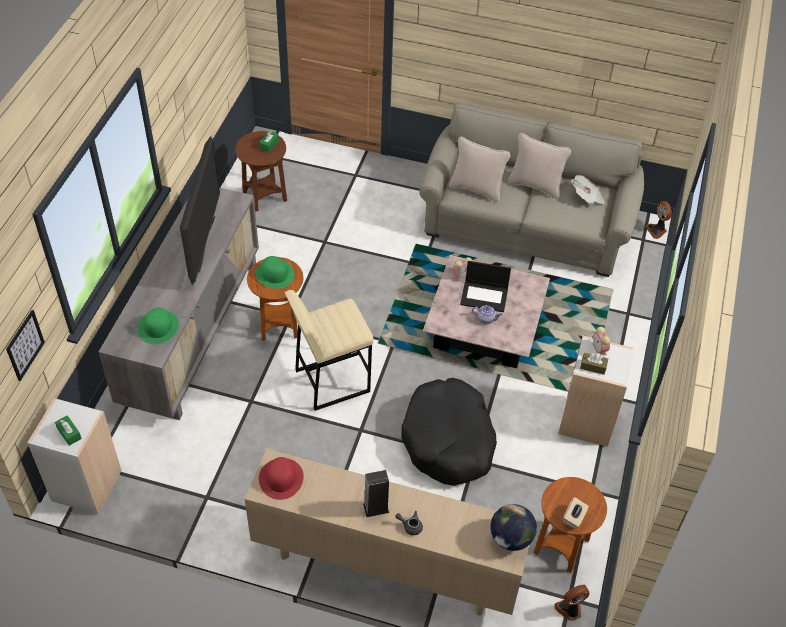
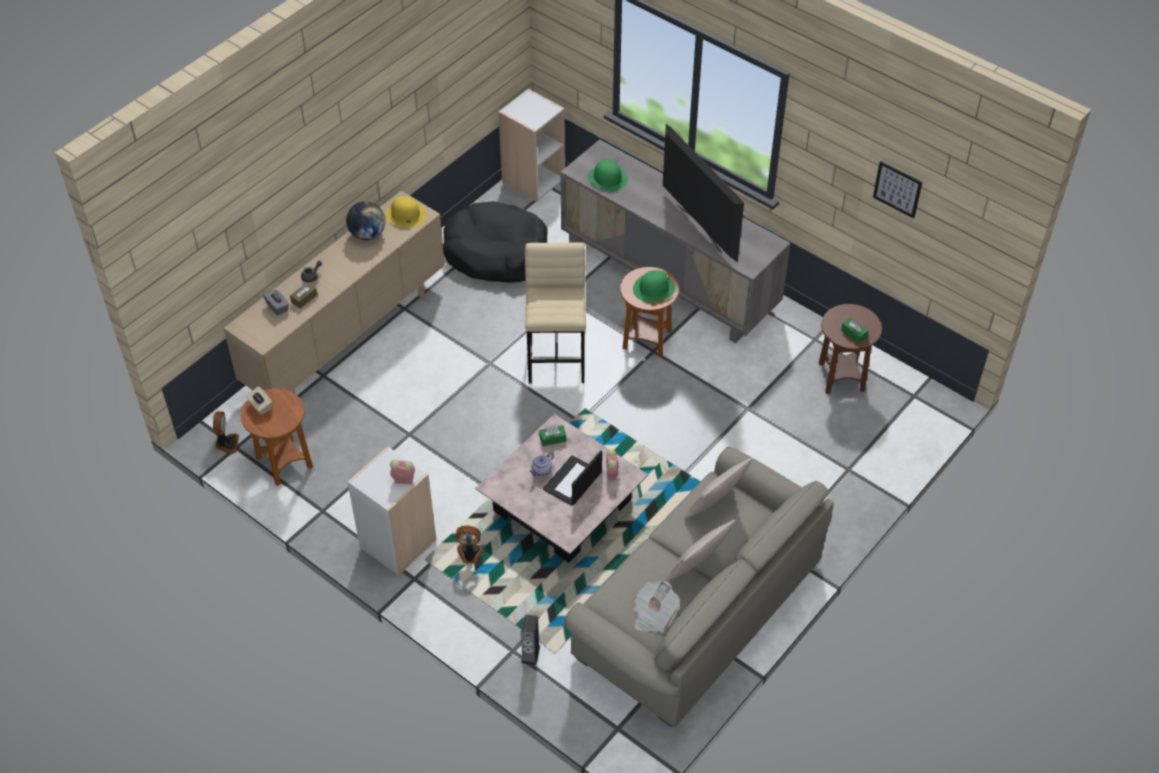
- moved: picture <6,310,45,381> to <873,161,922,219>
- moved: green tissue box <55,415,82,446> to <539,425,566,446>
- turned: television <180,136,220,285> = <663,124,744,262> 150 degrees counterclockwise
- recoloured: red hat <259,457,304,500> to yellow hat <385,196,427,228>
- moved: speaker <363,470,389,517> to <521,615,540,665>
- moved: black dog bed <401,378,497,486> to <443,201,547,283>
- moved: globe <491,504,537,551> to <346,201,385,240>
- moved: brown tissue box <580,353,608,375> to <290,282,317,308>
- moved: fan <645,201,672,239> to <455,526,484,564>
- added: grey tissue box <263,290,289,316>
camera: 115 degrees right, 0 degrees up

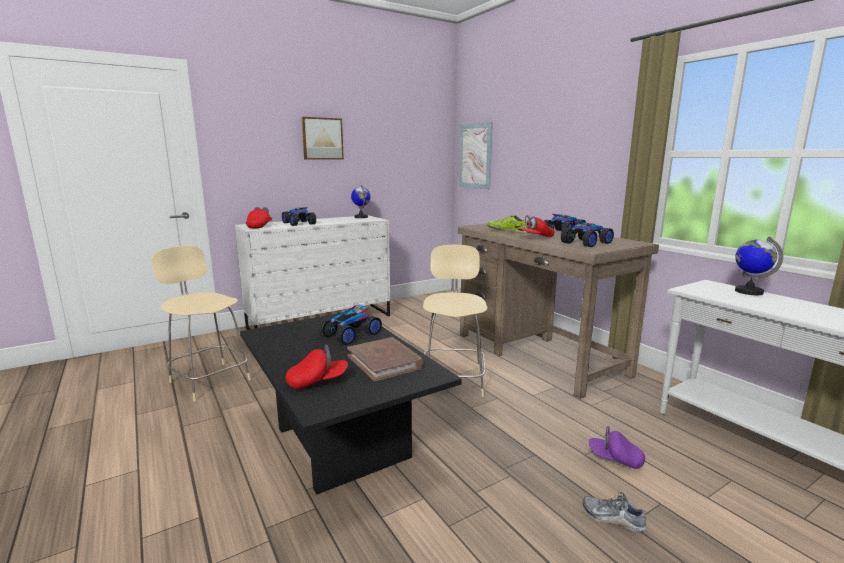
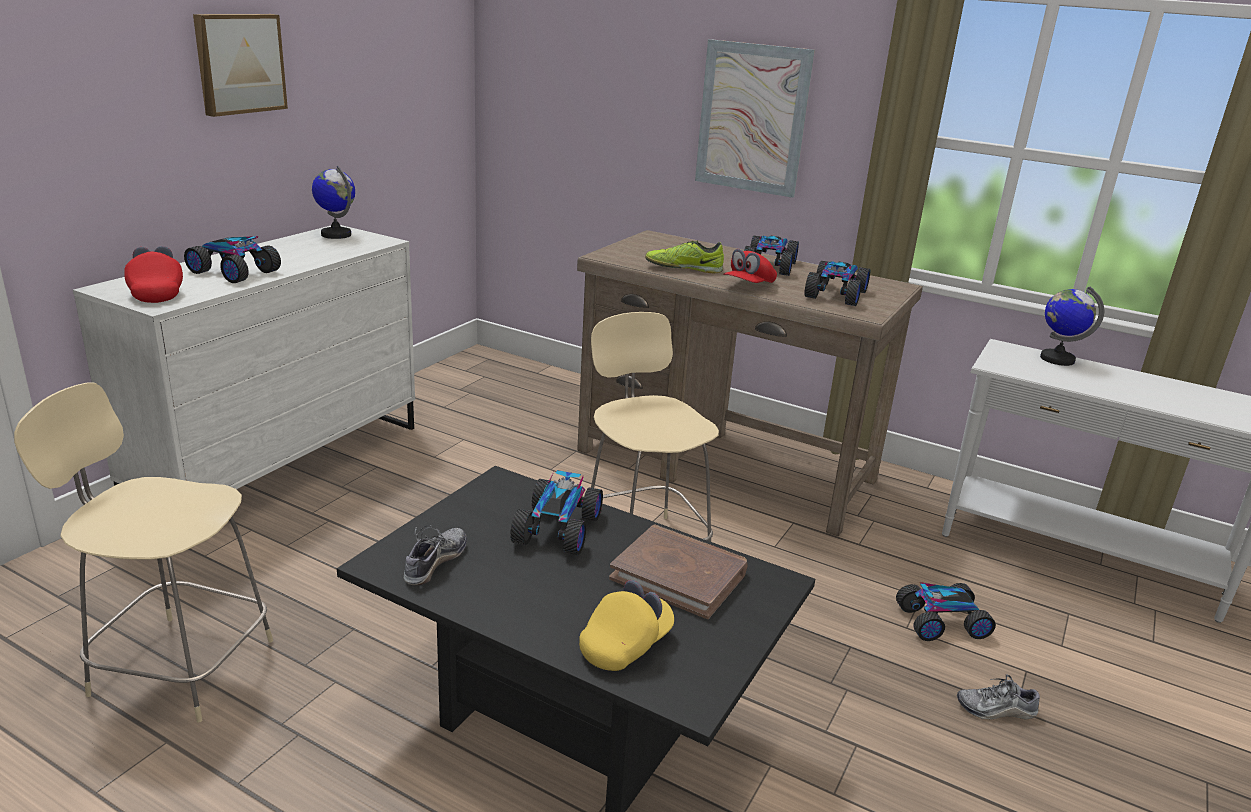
- recoloured: red cap <286,345,348,389> to yellow cap <579,580,674,671>
- moved: picture <459,122,493,190> to <695,39,815,198>
- replaced: purple cap <589,426,645,469> to toy car <896,582,996,641>
- added: shoe <404,525,467,586>
camera: 30 degrees left, 10 degrees up

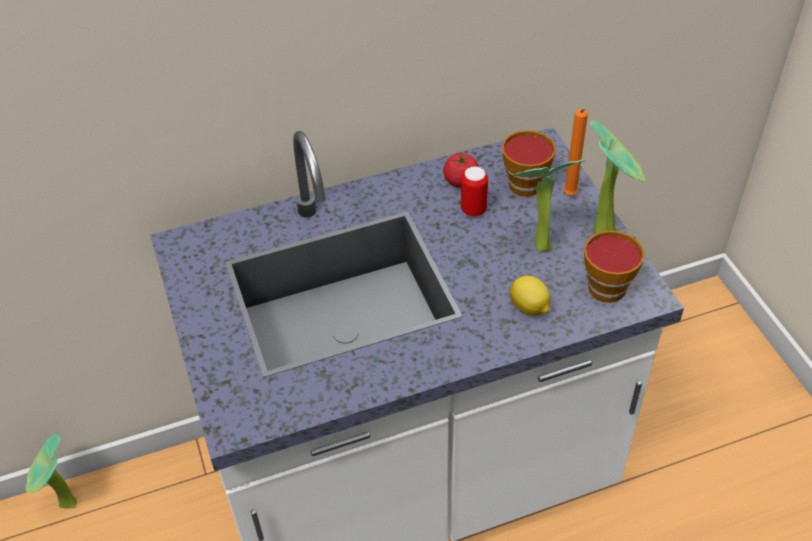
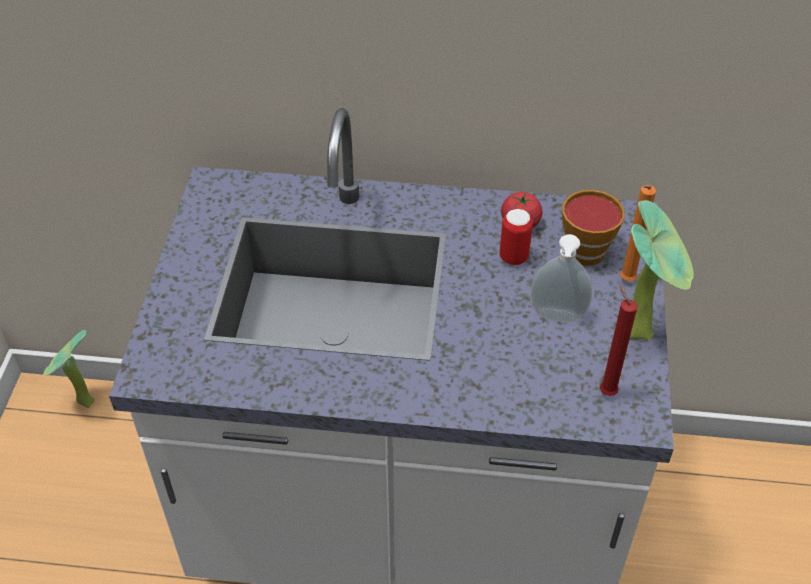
- removed: lemon <510,276,551,316>
- replaced: potted plant <512,159,586,252> to soap dispenser <531,234,592,322>
- replaced: cup <584,230,645,303> to red candle <600,284,637,396>
camera: 25 degrees right, 0 degrees up

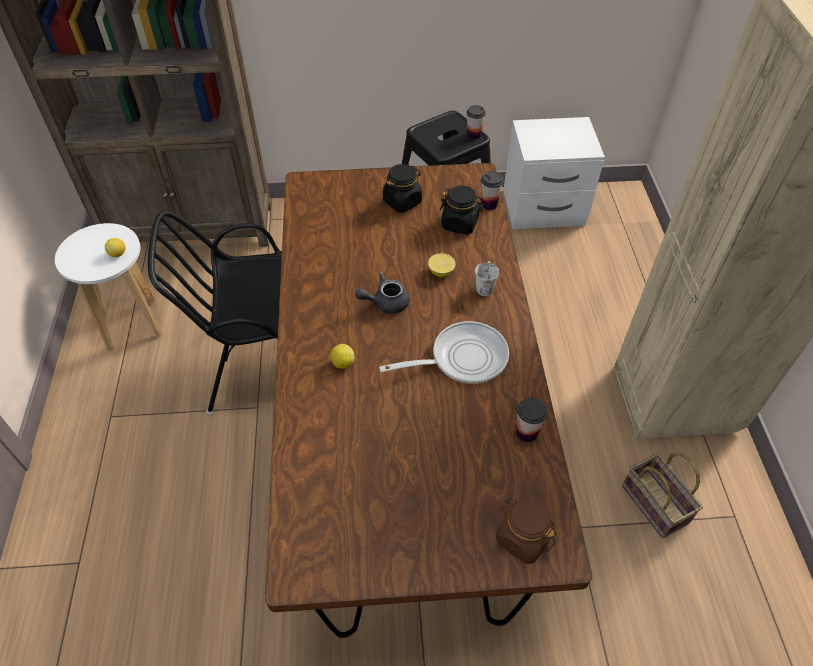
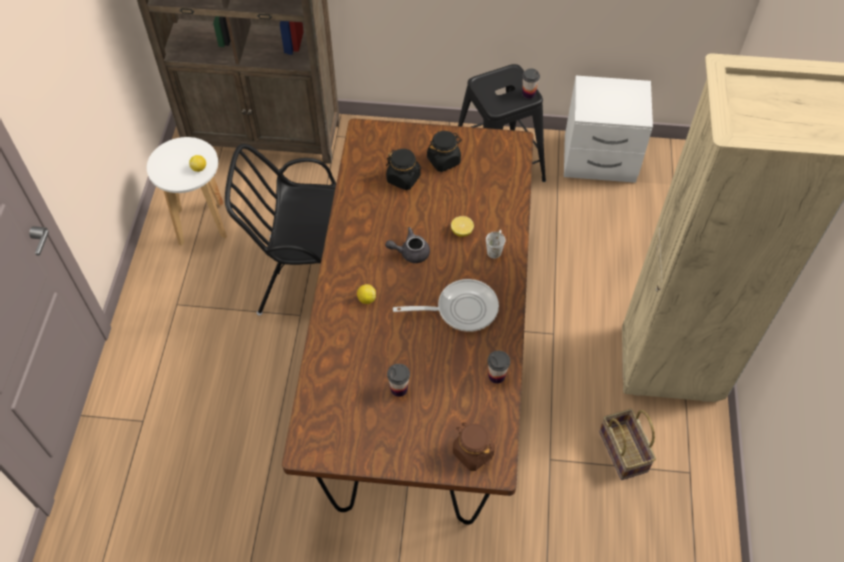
- moved: black jar <440,186,484,235> to <386,149,421,190>
- moved: cup <481,171,504,210> to <387,364,410,397>
camera: 10 degrees right, 5 degrees up

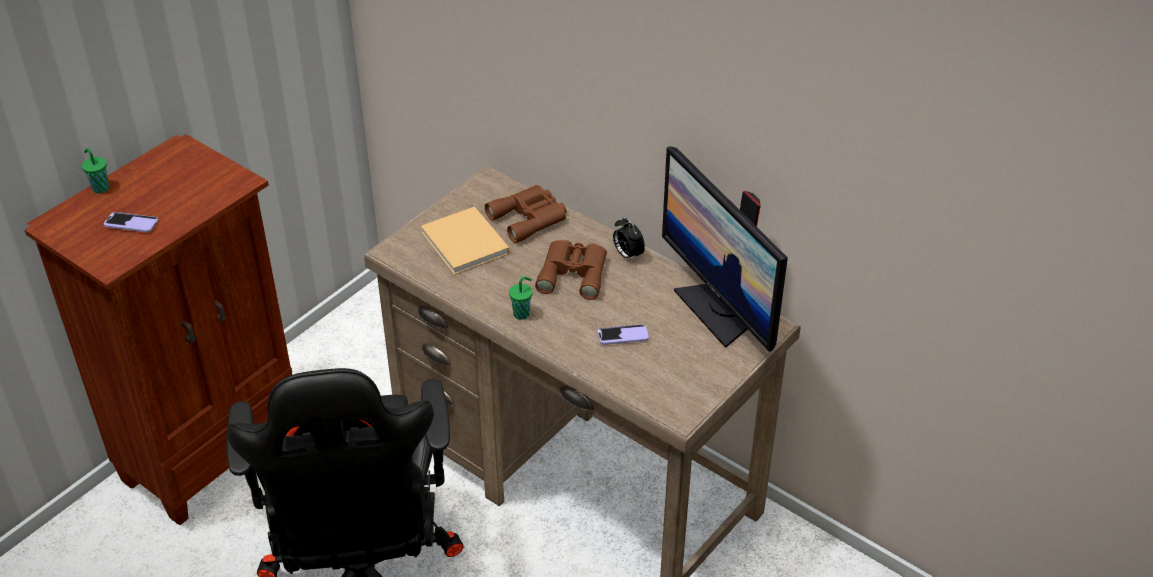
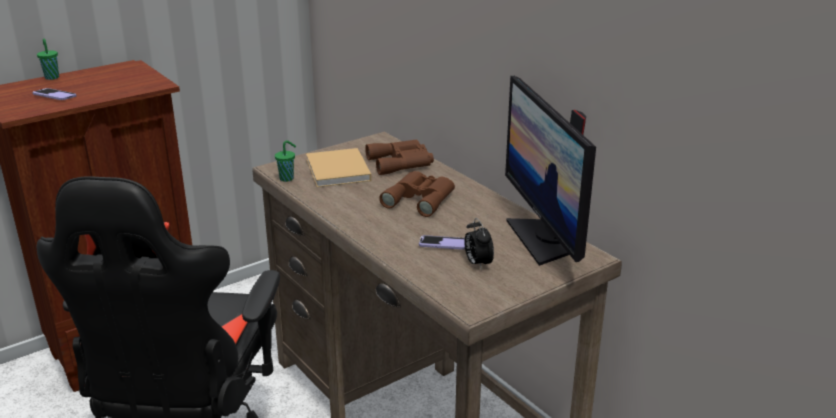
- moved: green cup <509,276,533,320> to <275,141,296,182>
- moved: alarm clock <613,217,645,262> to <464,218,494,271>
camera: 15 degrees right, 15 degrees down

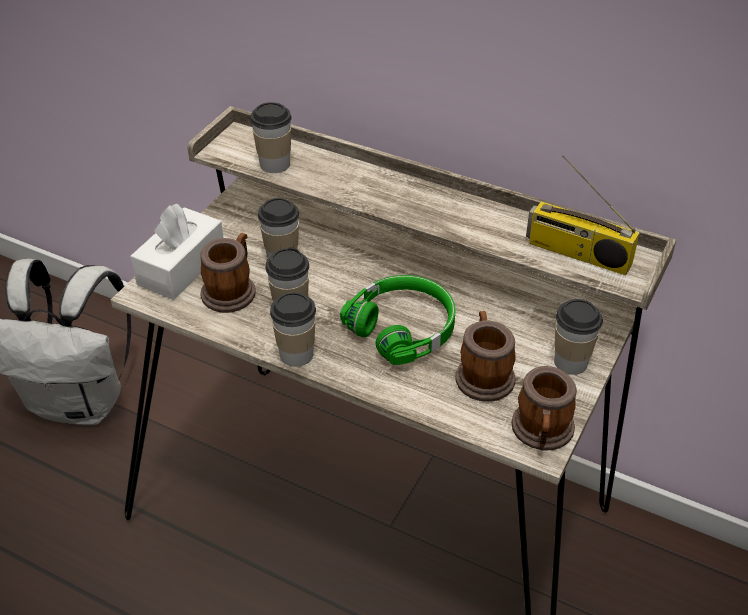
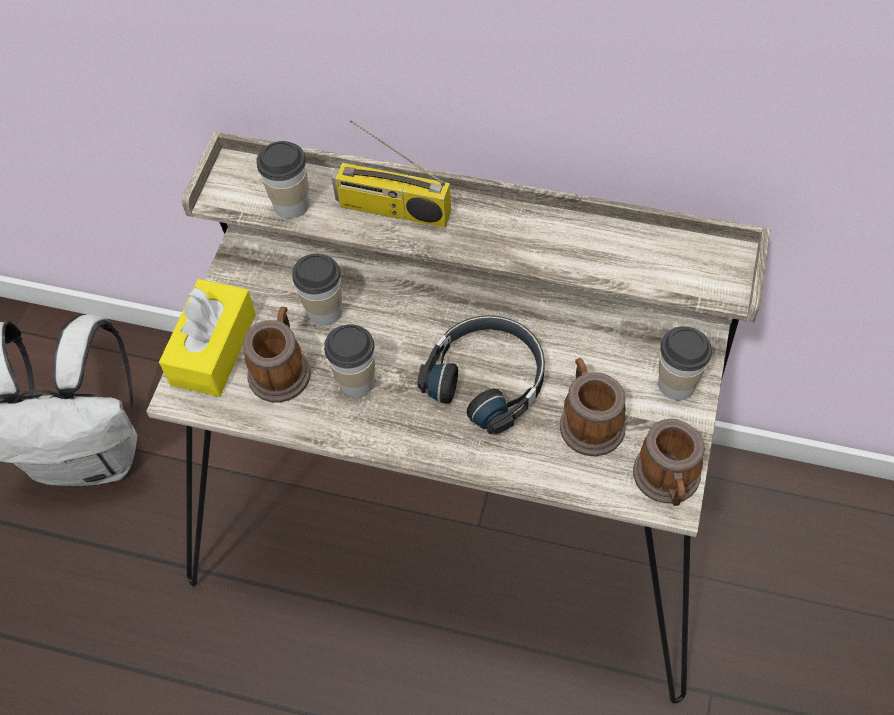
- recoloured: white tissue box <130,204,224,300> to yellow tissue box <159,279,256,397>
- removed: cup <270,292,316,367>
- recoloured: green headphones <340,275,455,365> to black headphones <418,315,545,435>
- moved: radio <526,155,639,275> to <332,120,451,228>
camera: 10 degrees left, 15 degrees up

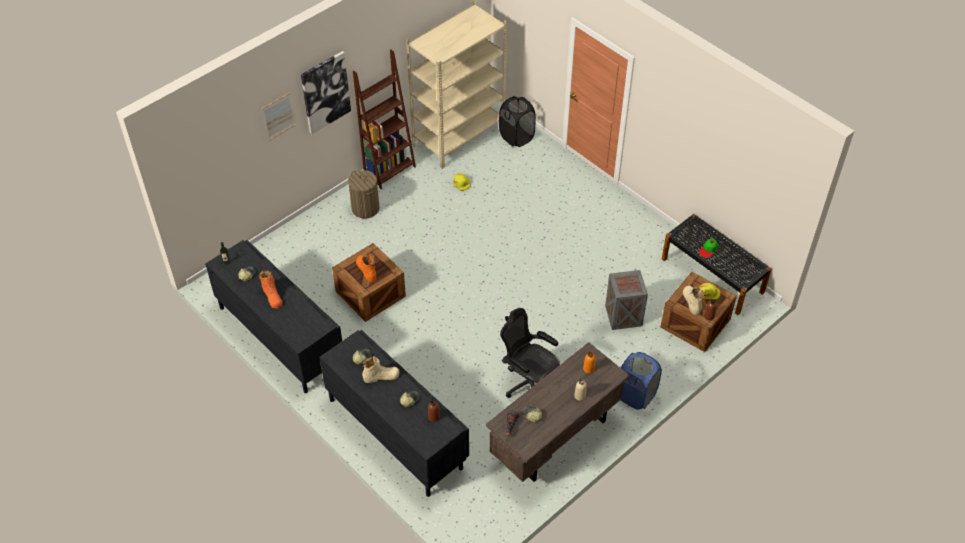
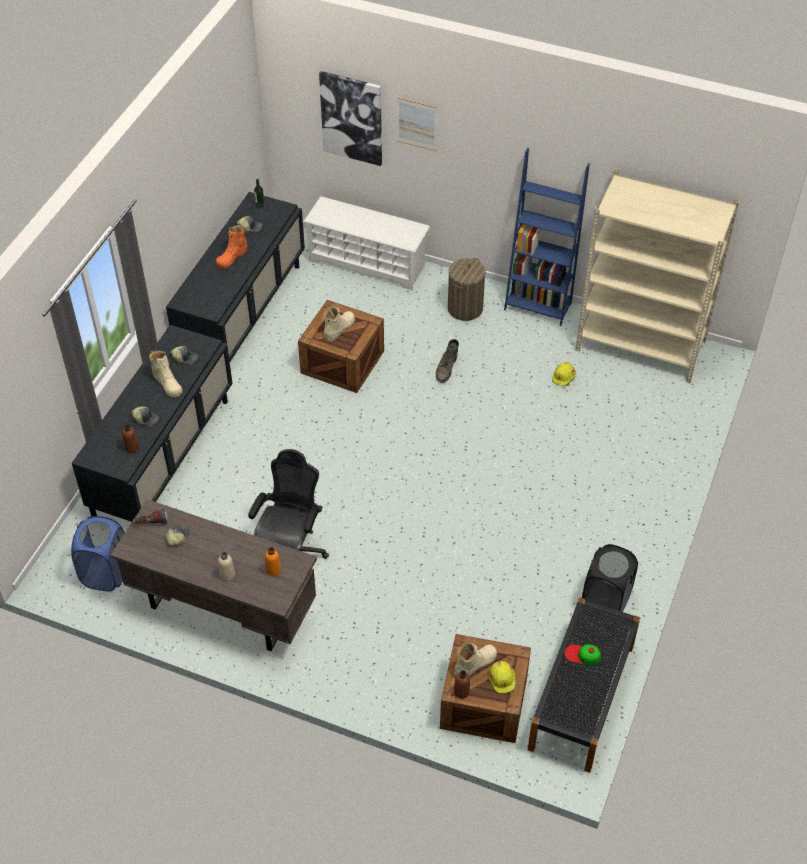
- moved: picture <301,51,351,134> to <319,71,382,166>
- recoloured: brown bookcase <353,49,416,189> to blue bookcase <504,148,590,326>
- recoloured: orange boot <356,255,376,282> to beige boot <324,306,355,342>
- moved: black laundry basket <499,96,536,147> to <582,544,638,612>
- removed: crate <605,270,648,330>
- moved: blue laundry basket <621,352,662,410> to <71,516,125,592>
- added: white shoe rack <304,196,430,290>
- added: green boot <436,339,459,383>
camera: 65 degrees right, 0 degrees up

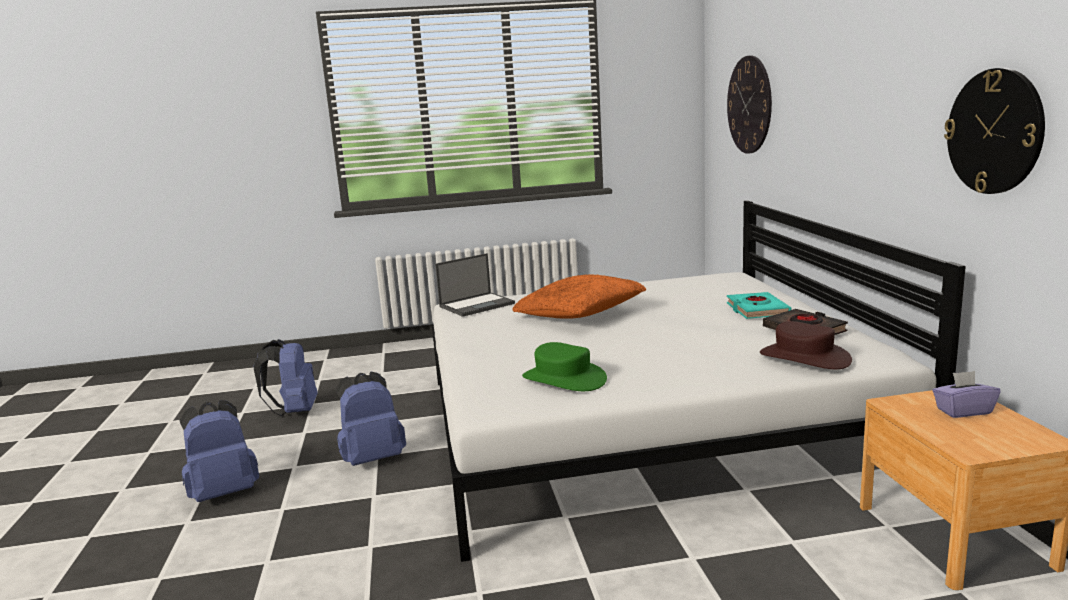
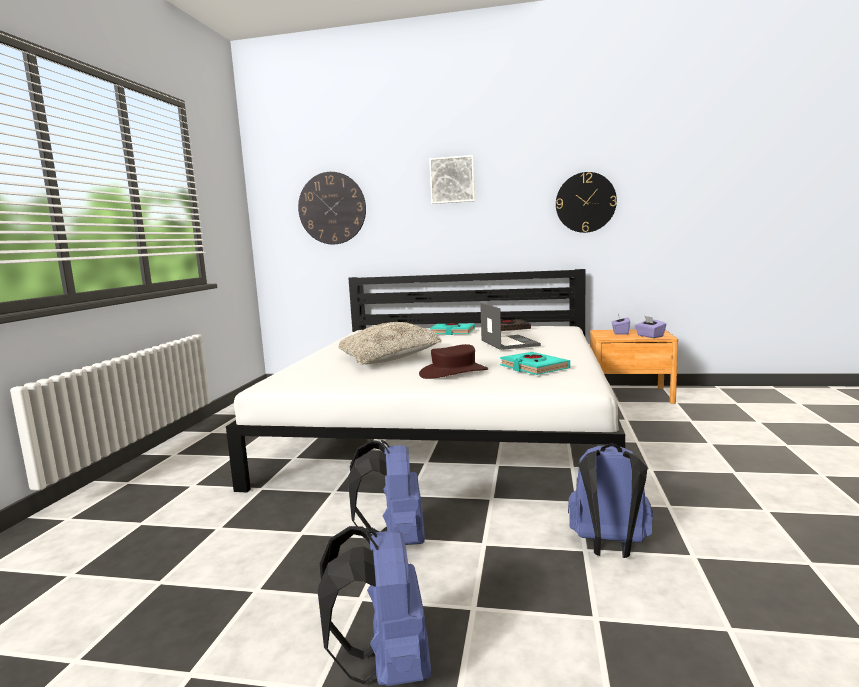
- moved: blue backpack <253,339,318,416> to <568,443,653,558>
- moved: laptop <435,253,515,317> to <480,303,541,350>
- recoloured: orange pillow <512,275,646,319> to beige pillow <338,322,441,365>
- replaced: green hat <522,342,607,391> to turquoise book <500,352,570,375>
- moved: brown hat <760,321,852,369> to <419,344,489,379>
- added: picture <429,155,475,204>
- added: purple tissue box <635,316,666,338>
camera: 70 degrees left, 5 degrees down

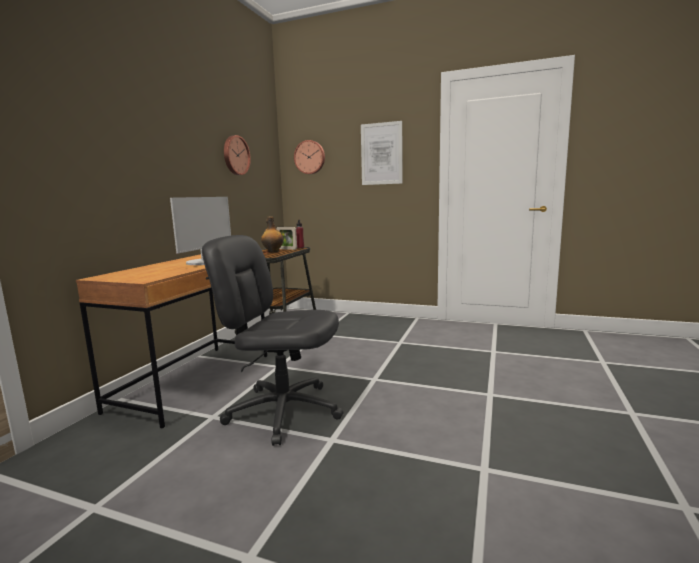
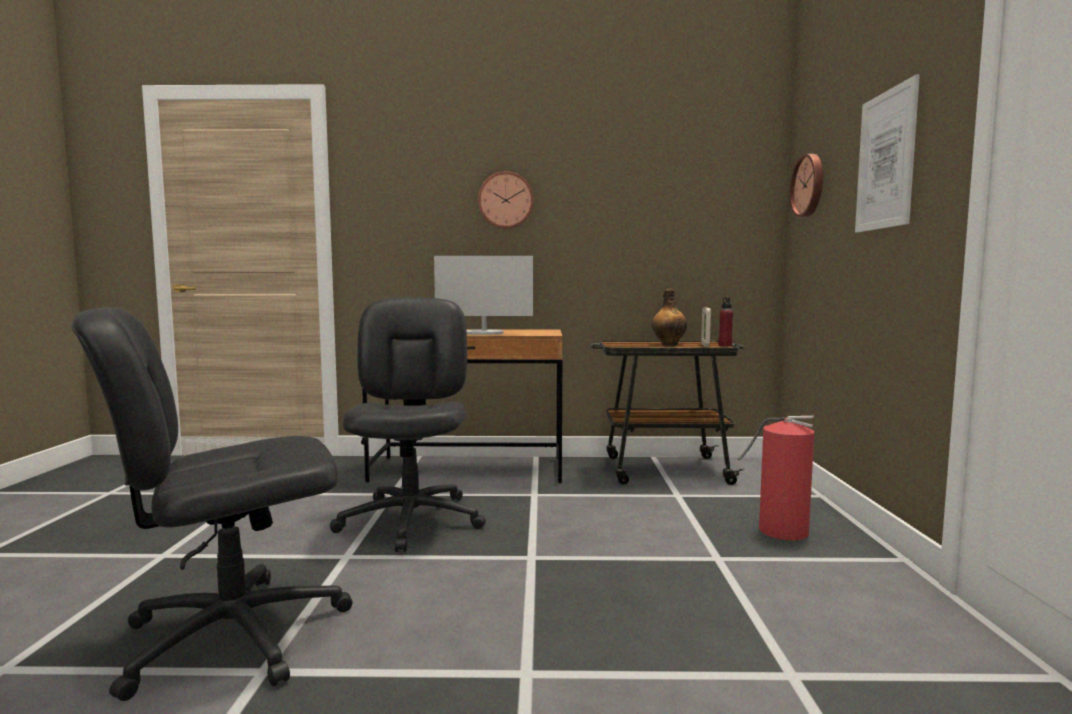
- moved: wall clock <224,135,251,175> to <478,171,534,229>
- added: black office chair <72,307,353,701>
- added: fire extinguisher <738,416,814,540>
camera: 70 degrees right, 5 degrees down

